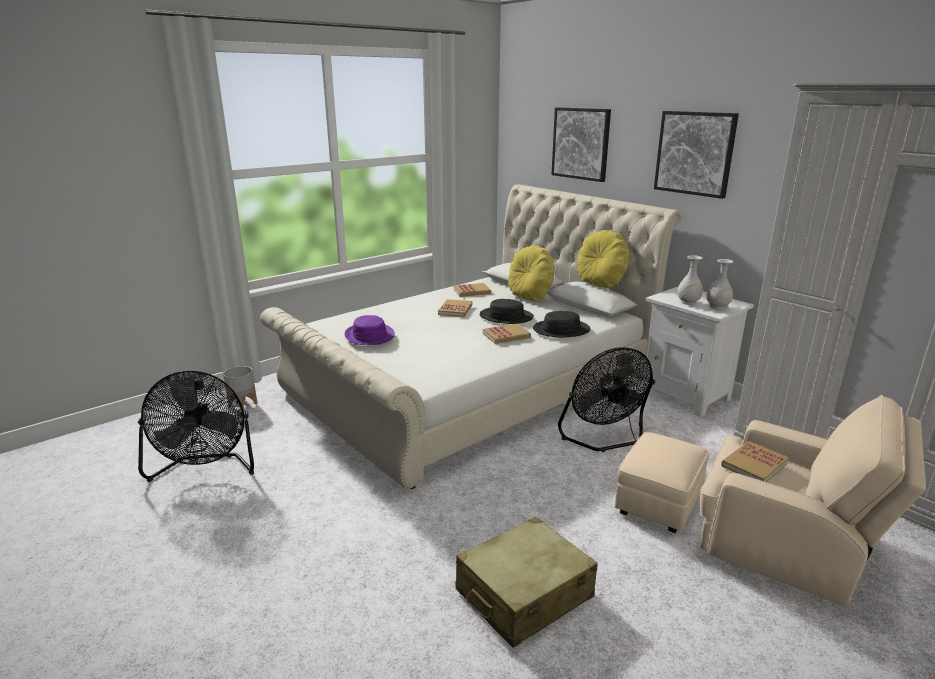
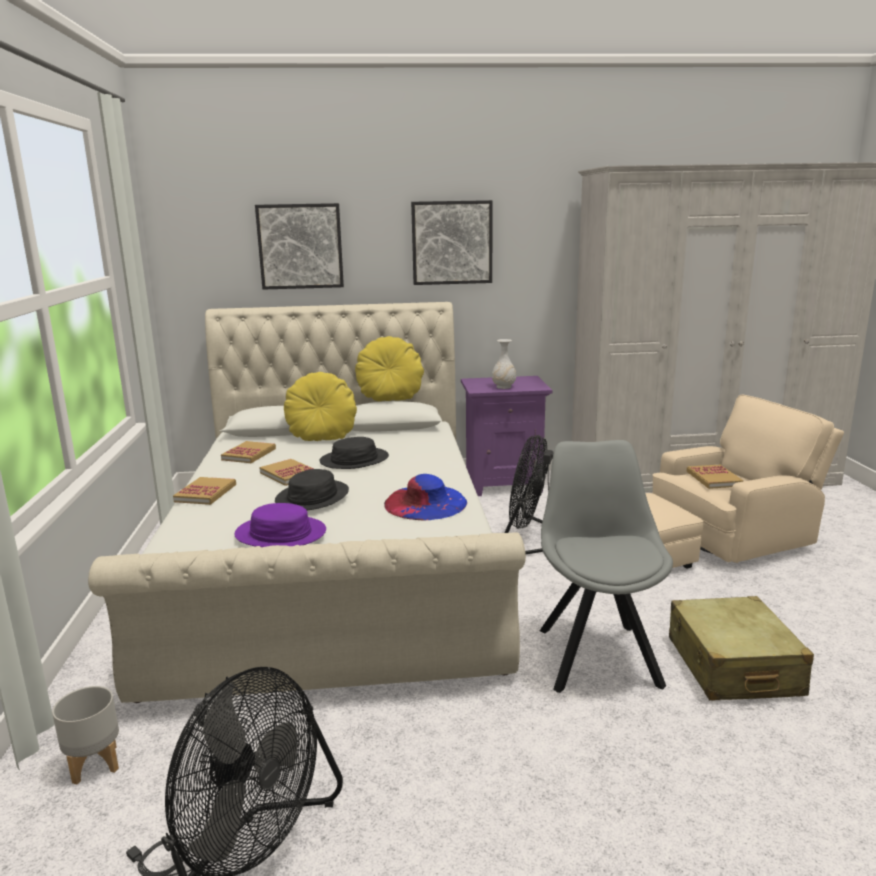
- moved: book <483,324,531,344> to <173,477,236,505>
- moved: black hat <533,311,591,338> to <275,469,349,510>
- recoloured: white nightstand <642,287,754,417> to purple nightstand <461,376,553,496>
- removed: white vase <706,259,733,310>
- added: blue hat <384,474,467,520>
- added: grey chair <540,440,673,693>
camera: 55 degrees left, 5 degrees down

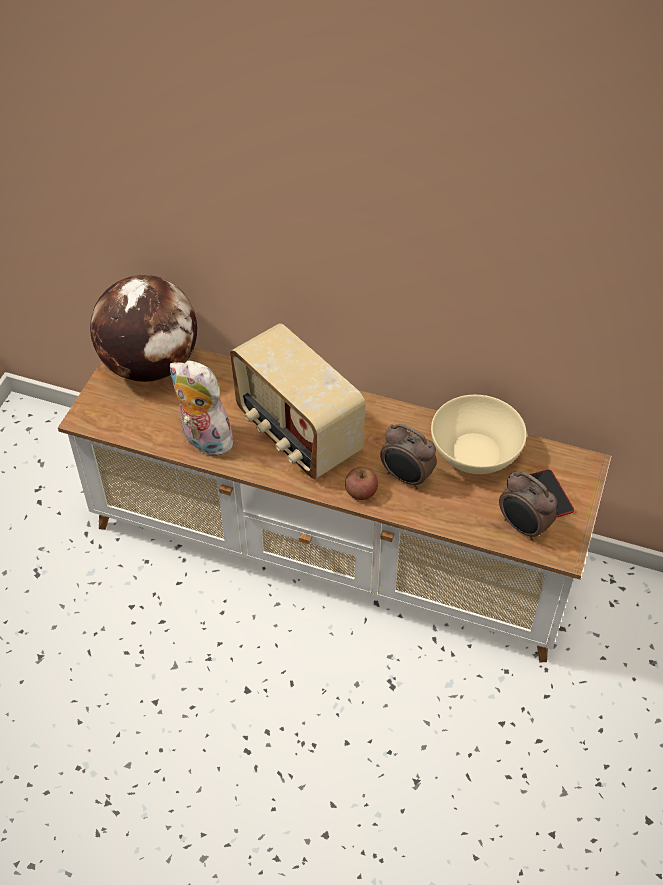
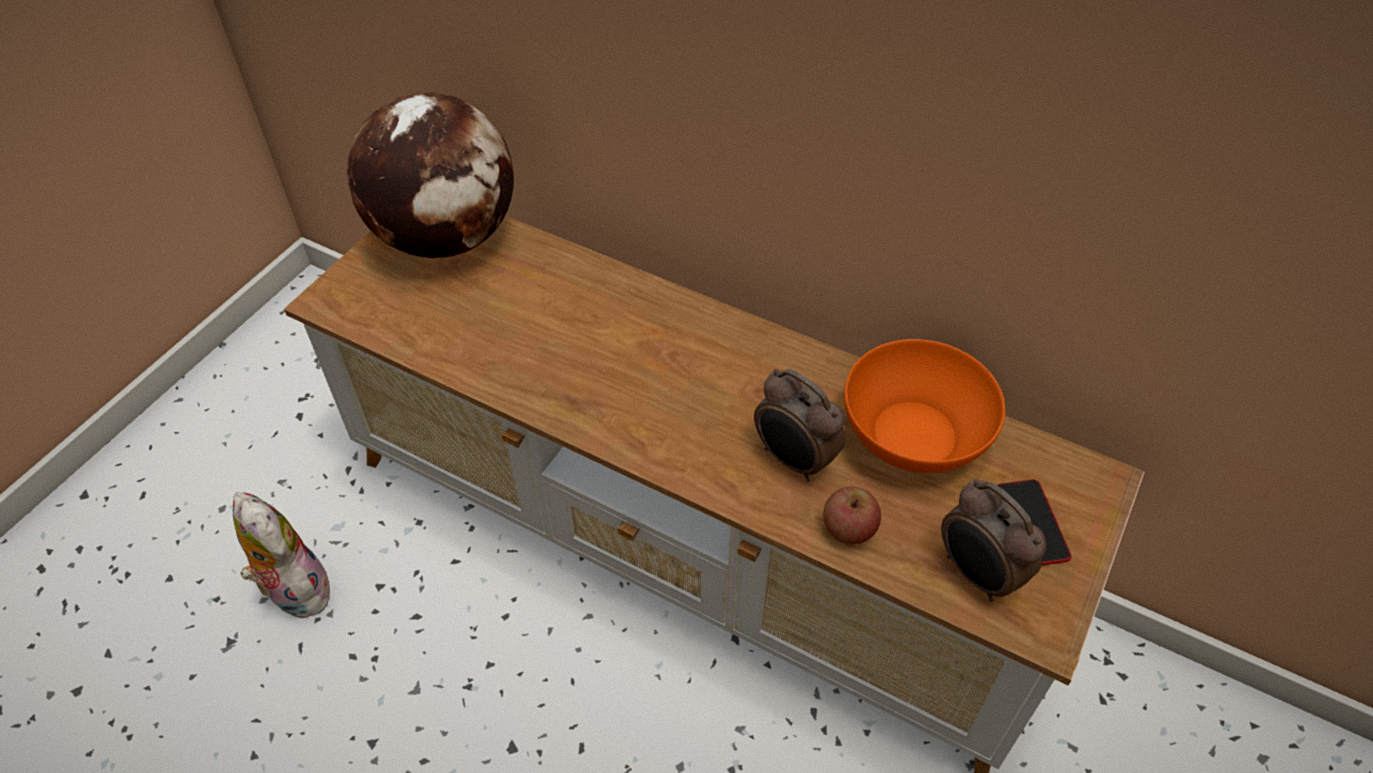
- moved: plush toy <170,361,237,456> to <233,492,330,618>
- removed: radio <230,323,366,479>
- moved: apple <345,467,378,500> to <823,487,881,544>
- recoloured: beige bowl <431,395,527,474> to orange bowl <844,339,1005,473>
camera: 10 degrees right, 0 degrees up

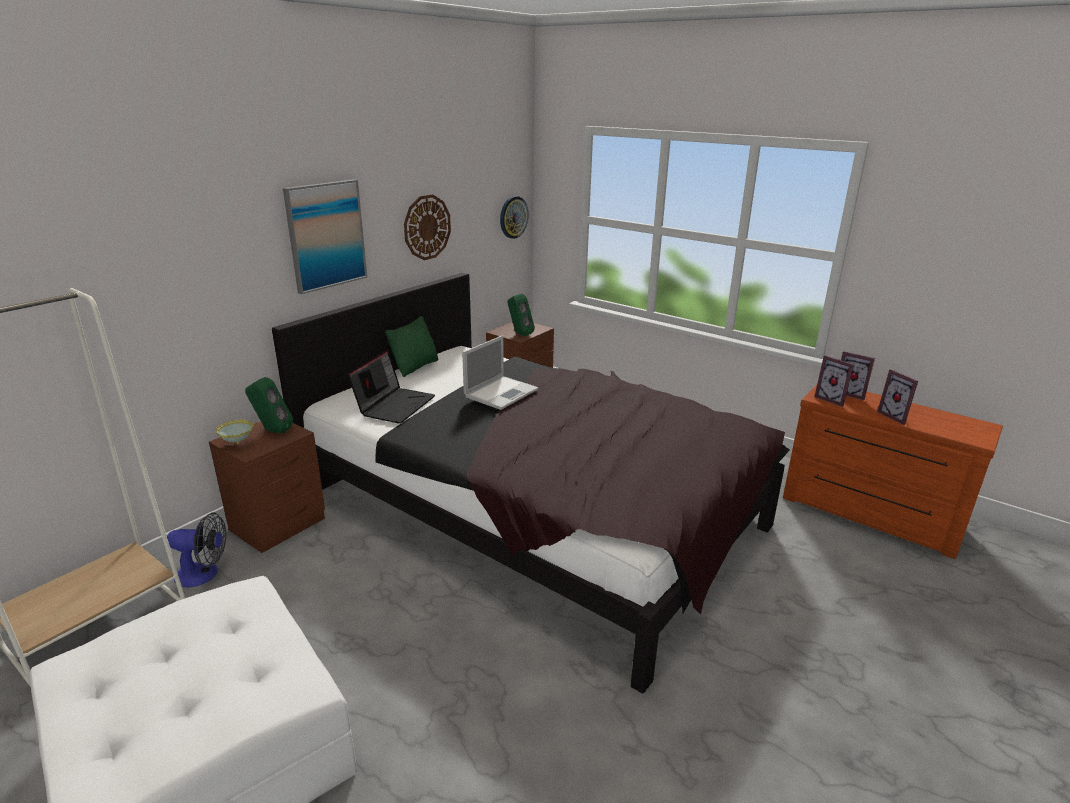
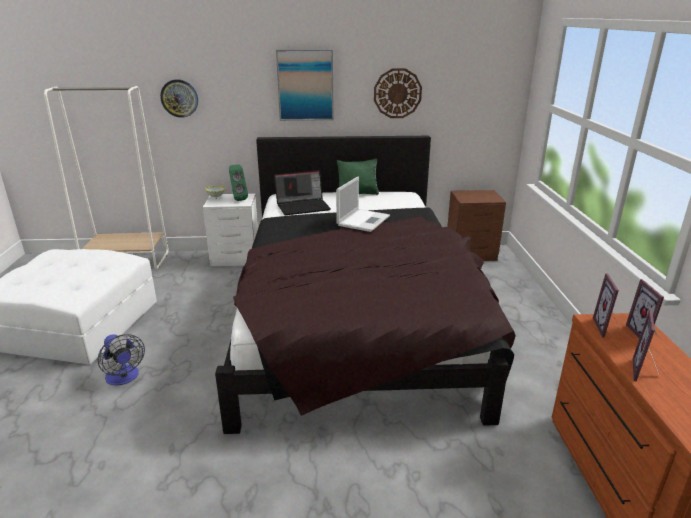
- moved: fan <167,512,226,587> to <98,334,145,386>
- recoloured: brown nightstand <209,421,325,553> to white nightstand <203,193,258,266>
- turned: laptop <462,335,538,410> = <336,176,390,232> 60 degrees counterclockwise
- moved: wall clock <500,196,528,239> to <160,79,198,118>
- removed: green speaker <507,294,535,336>
camera: 50 degrees right, 0 degrees up

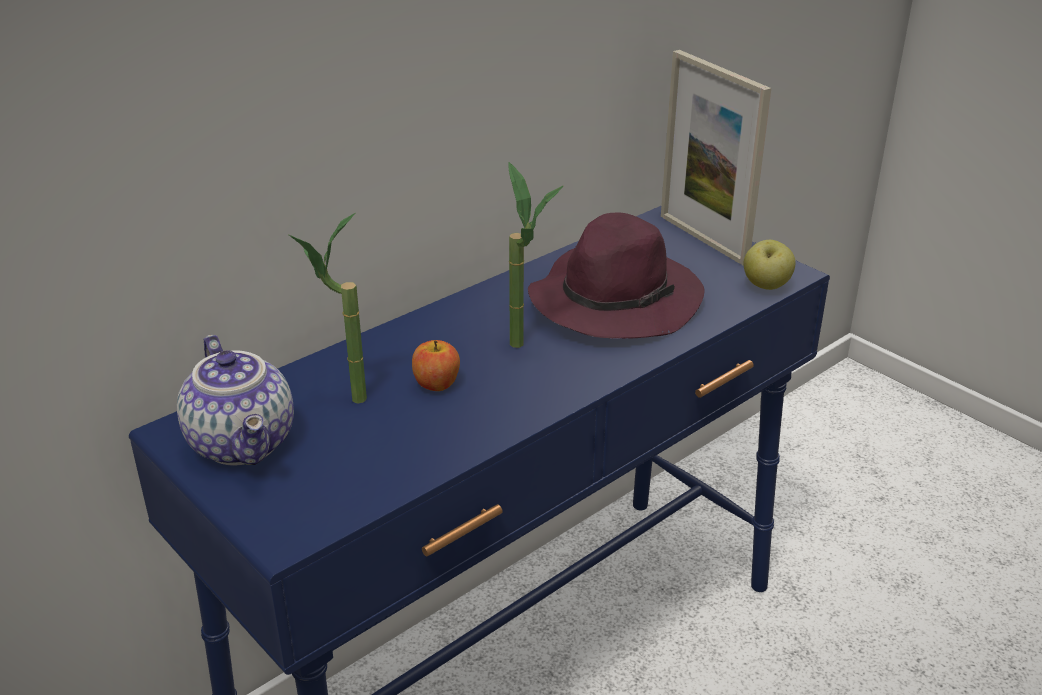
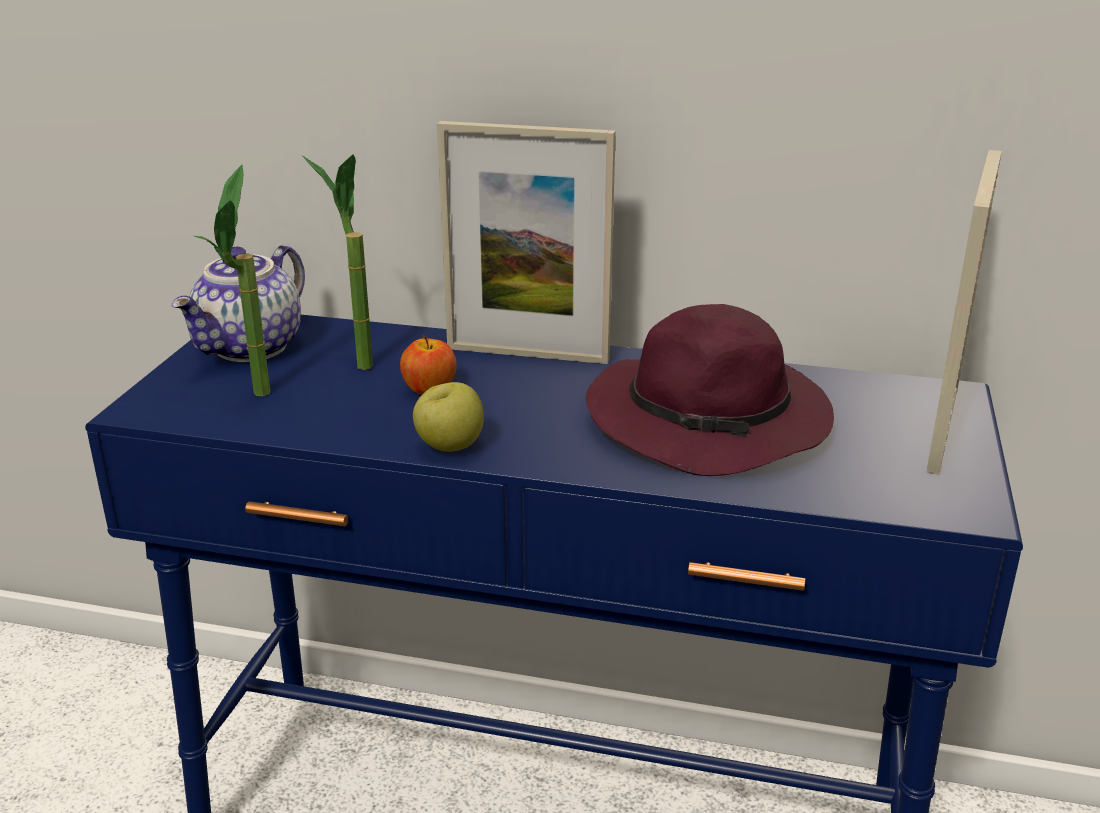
- moved: potted plant <509,162,563,348> to <194,165,270,396>
- moved: apple <744,240,795,290> to <413,382,484,452>
- added: picture frame <437,121,616,364>
camera: 55 degrees right, 5 degrees down

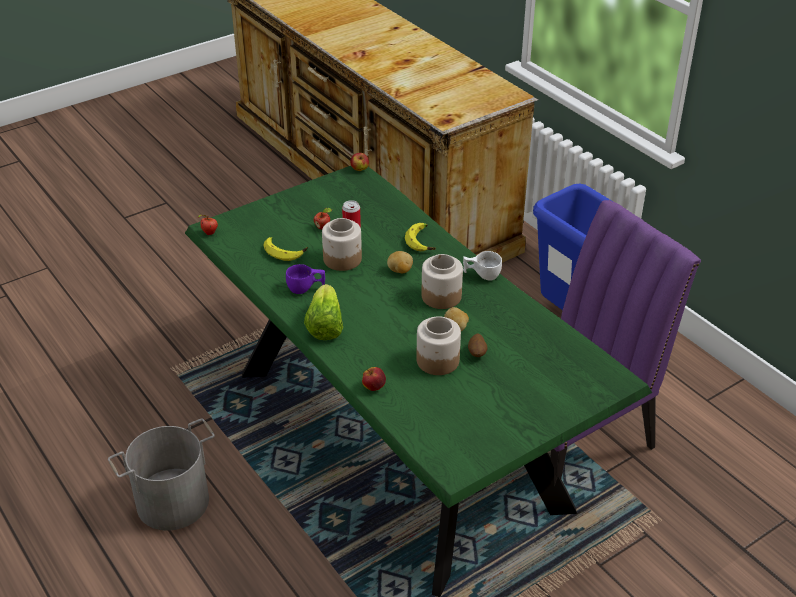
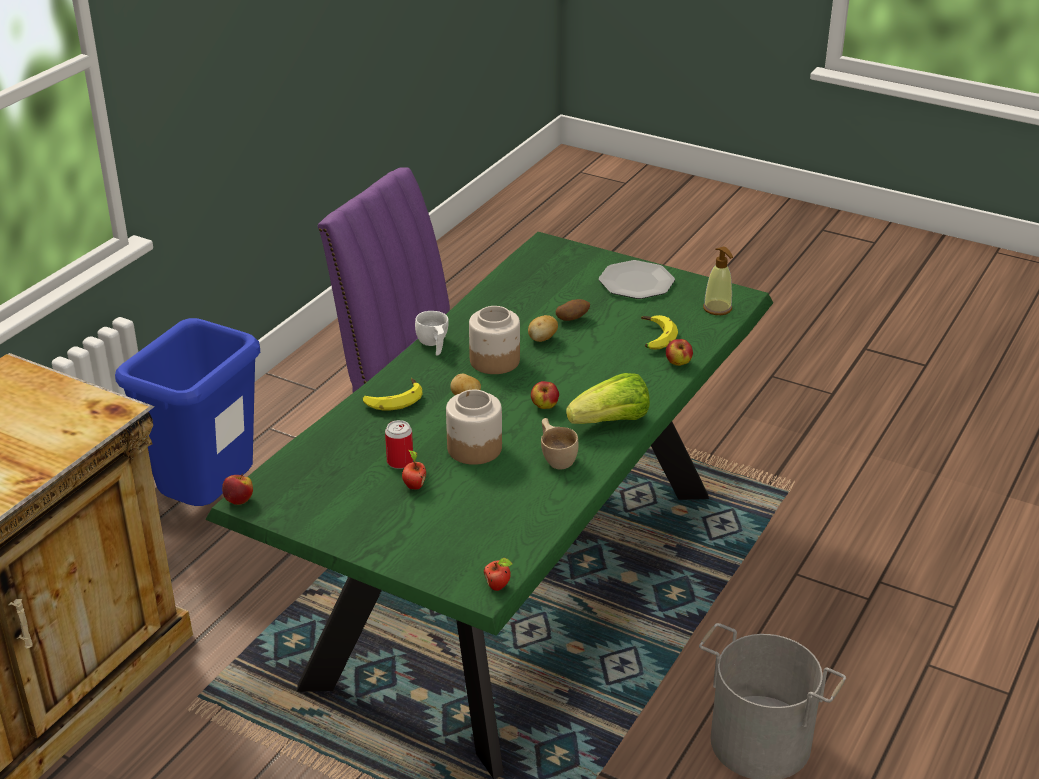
- moved: banana <263,237,308,261> to <641,315,678,350>
- recoloured: purple cup <286,264,325,294> to beige cup <541,418,579,469>
- removed: jar <416,316,461,375>
- added: apple <531,381,559,409>
- added: plate <599,260,675,299>
- added: soap dispenser <703,247,733,315>
camera: 115 degrees left, 5 degrees down

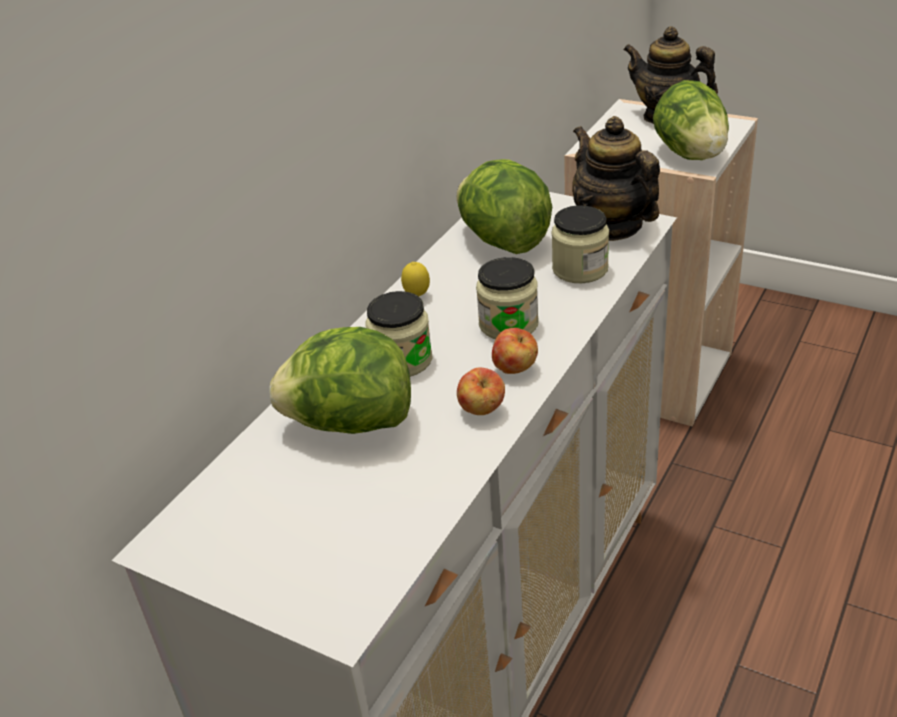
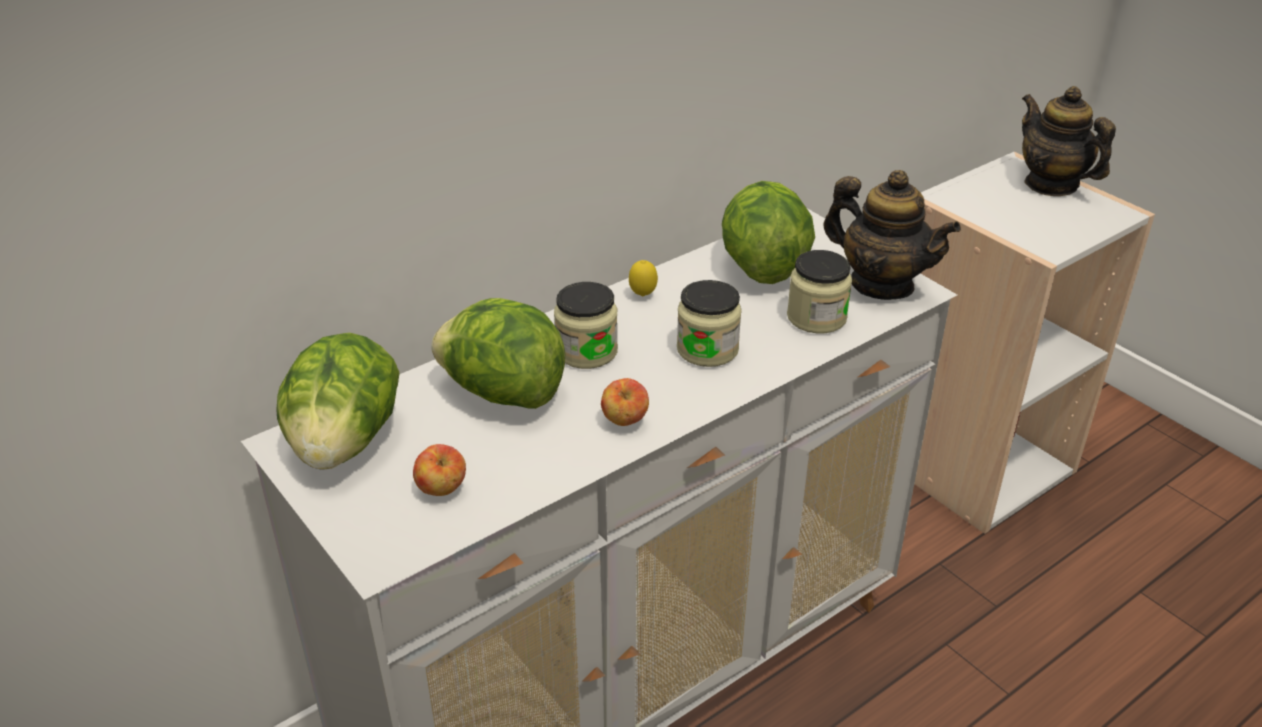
- moved: apple <492,328,538,374> to <413,444,466,496>
- turned: teapot <572,116,660,241> = <823,170,961,300> 135 degrees clockwise
- moved: lettuce <653,80,729,160> to <276,332,400,470>
camera: 20 degrees right, 0 degrees up

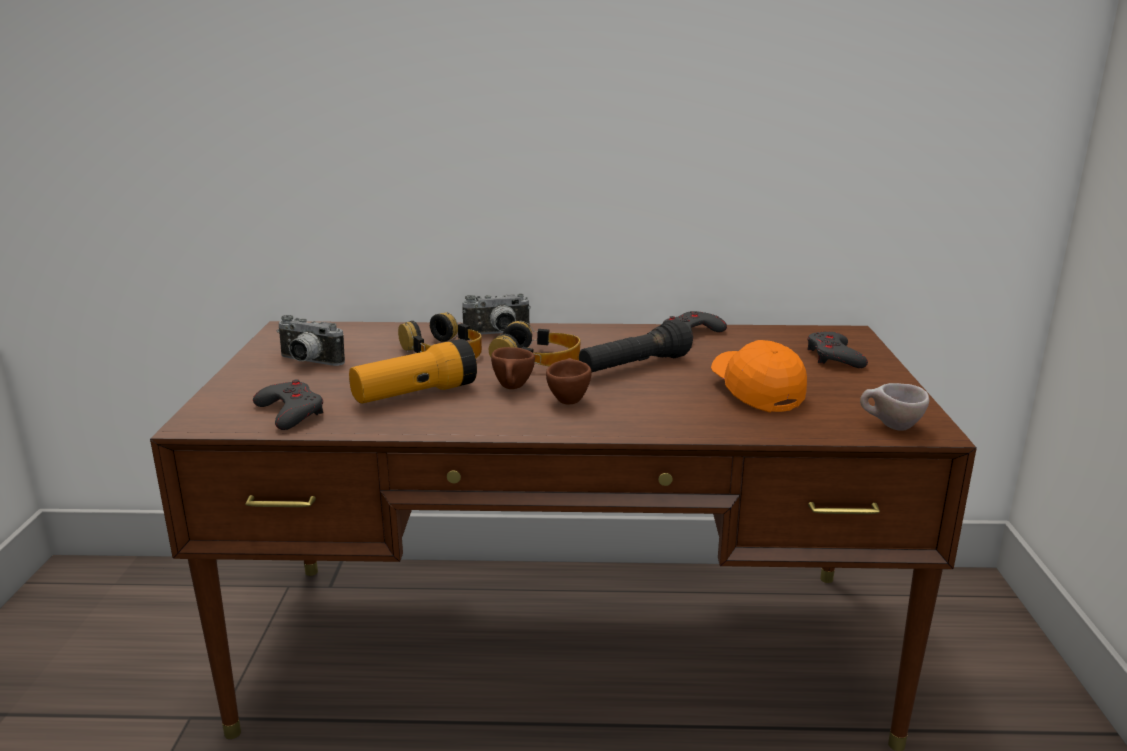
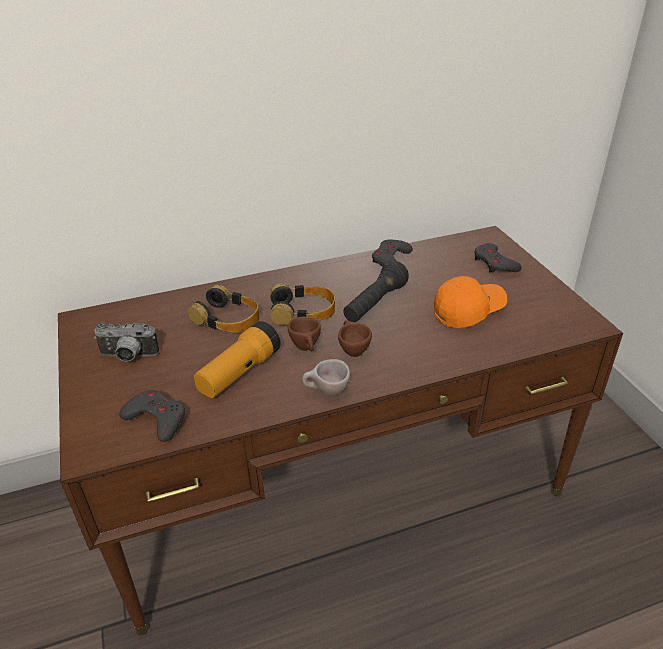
- removed: photo camera <462,293,531,335>
- turned: orange cap <711,340,807,413> = <434,276,507,328> 105 degrees clockwise
- moved: beige cup <860,383,929,431> to <302,359,350,396>
camera: 20 degrees left, 15 degrees up

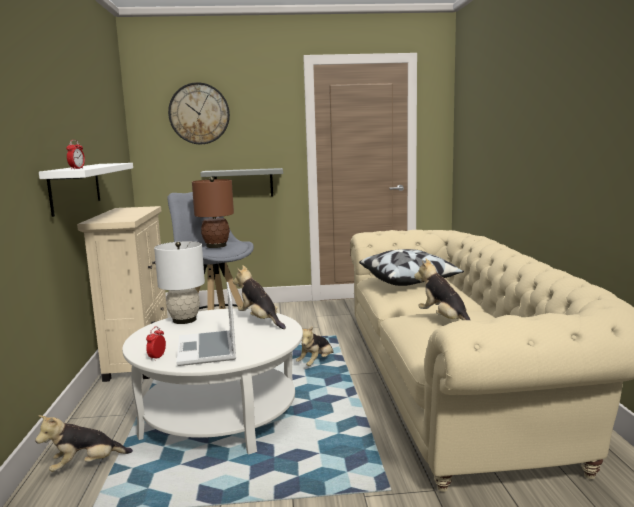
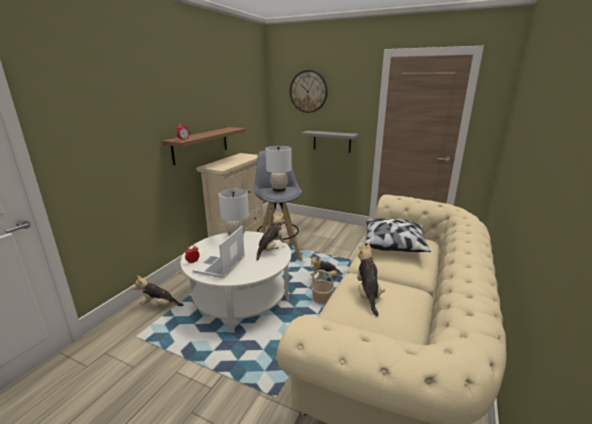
- recoloured: white shelf <39,163,133,217> to brown shelf <162,127,246,165>
- recoloured: brown table lamp <192,177,234,248> to white table lamp <265,146,291,192>
- turned: plush toy <233,265,286,329> = <256,213,287,261> 45 degrees clockwise
- added: basket <311,270,334,304>
camera: 30 degrees right, 10 degrees up

